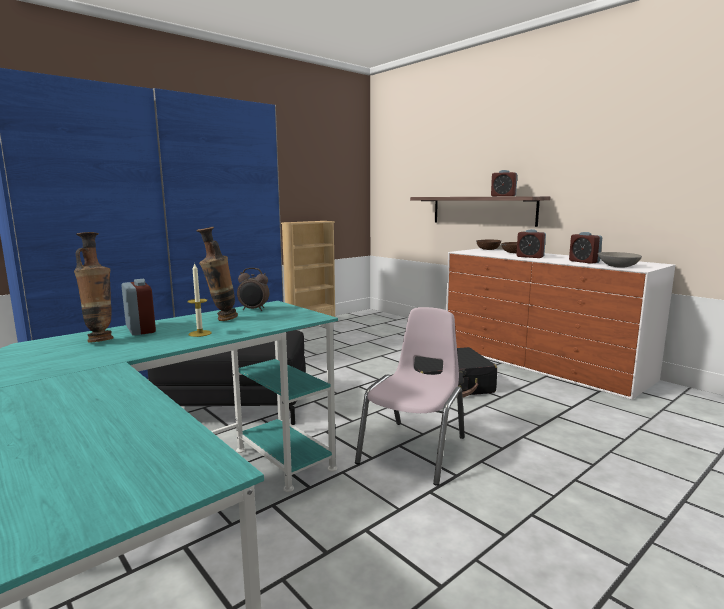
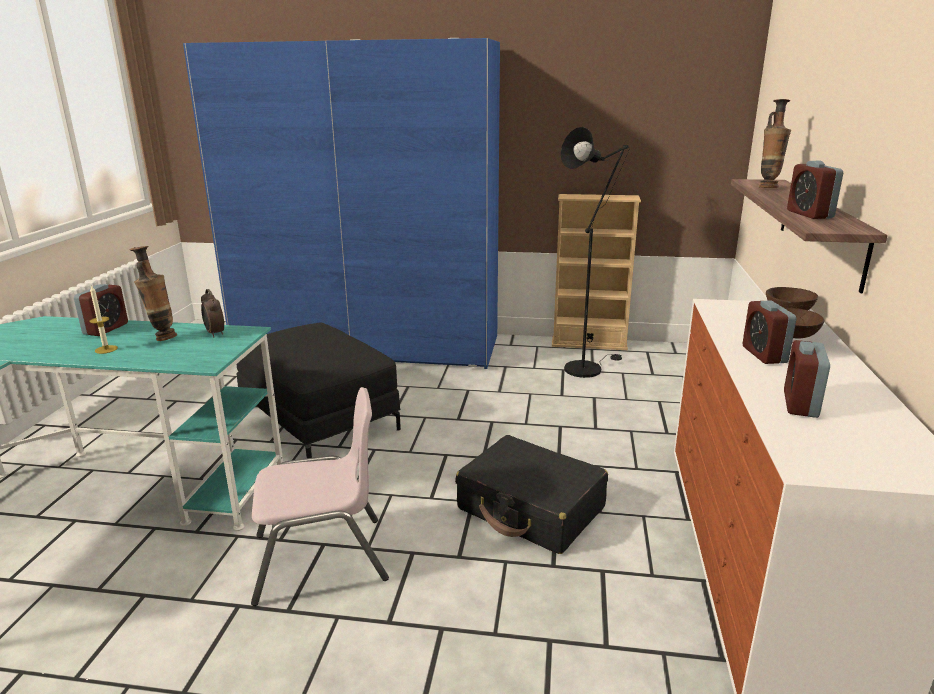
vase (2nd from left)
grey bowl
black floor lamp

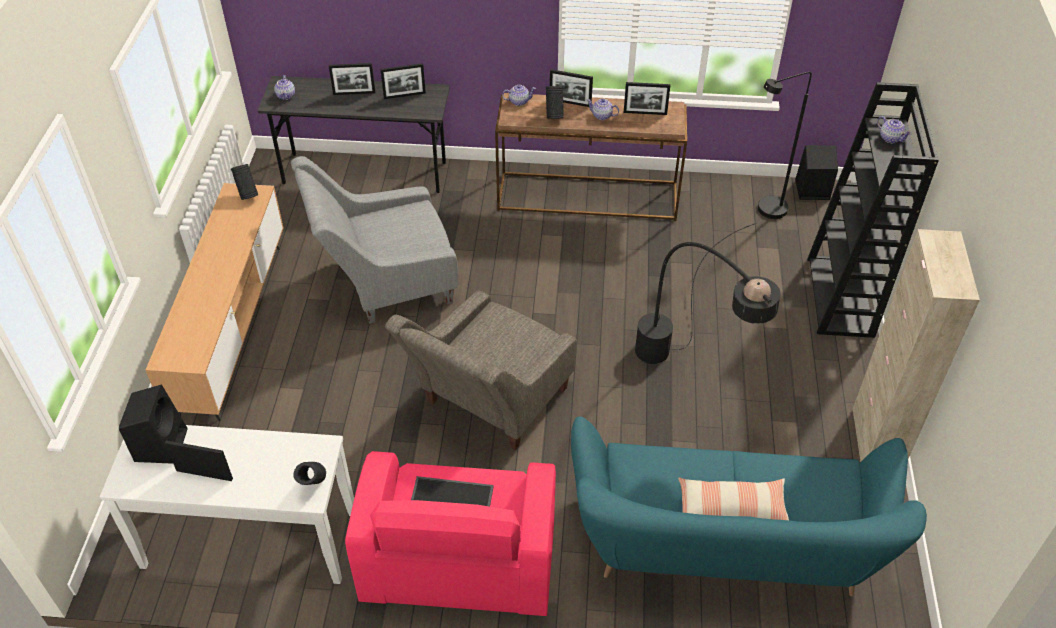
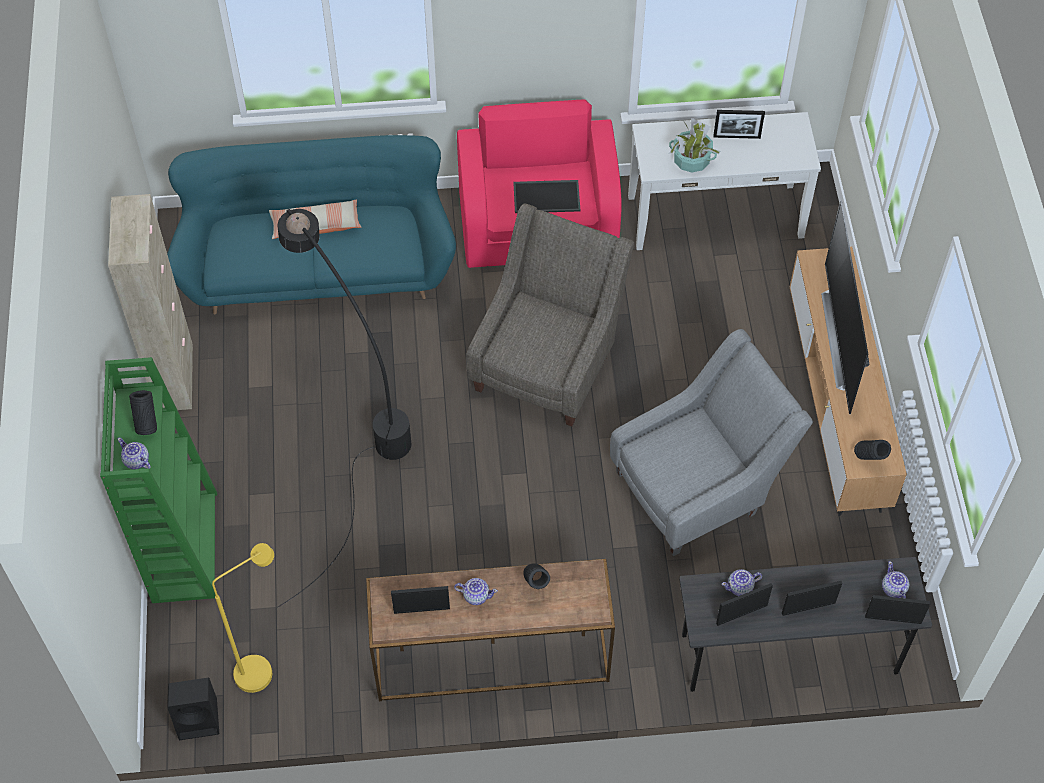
picture frame (5th from left)
yellow floor lamp
green bookcase
teapot (3rd from left)
black speaker (1st from left in the first image)
black vase (1st from left)
potted plant
television

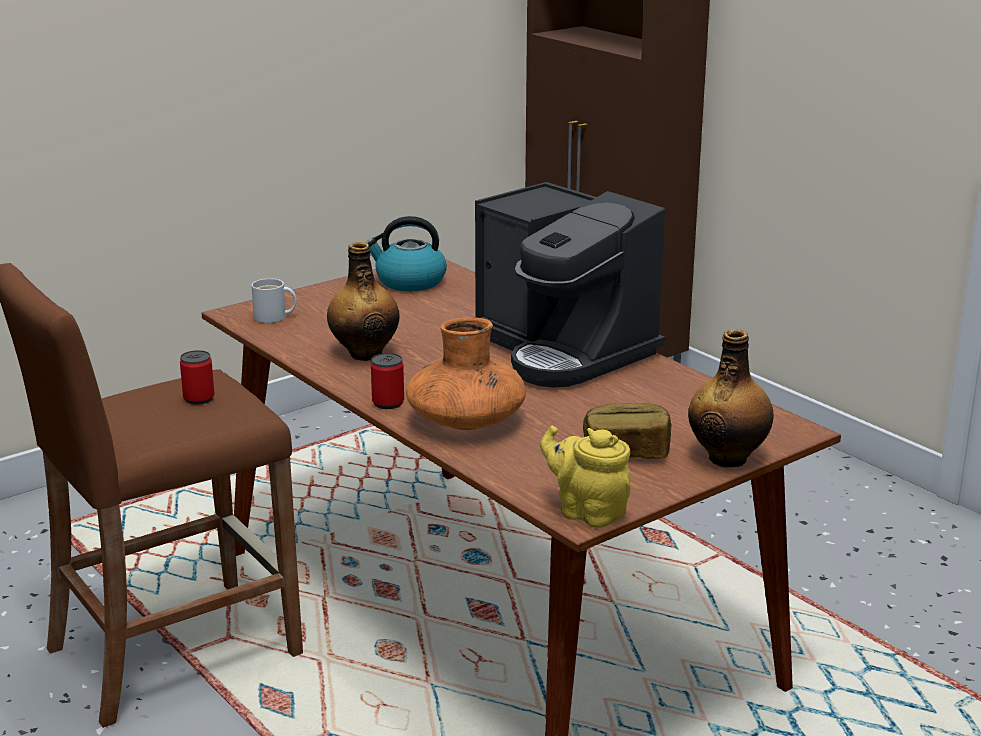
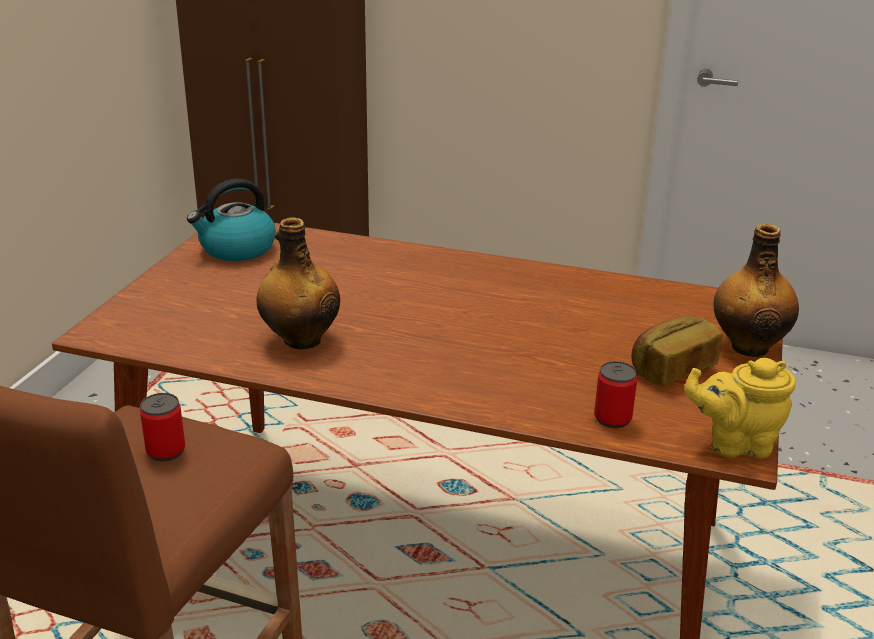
coffee machine
white mug
orange vase
can (2nd from left)

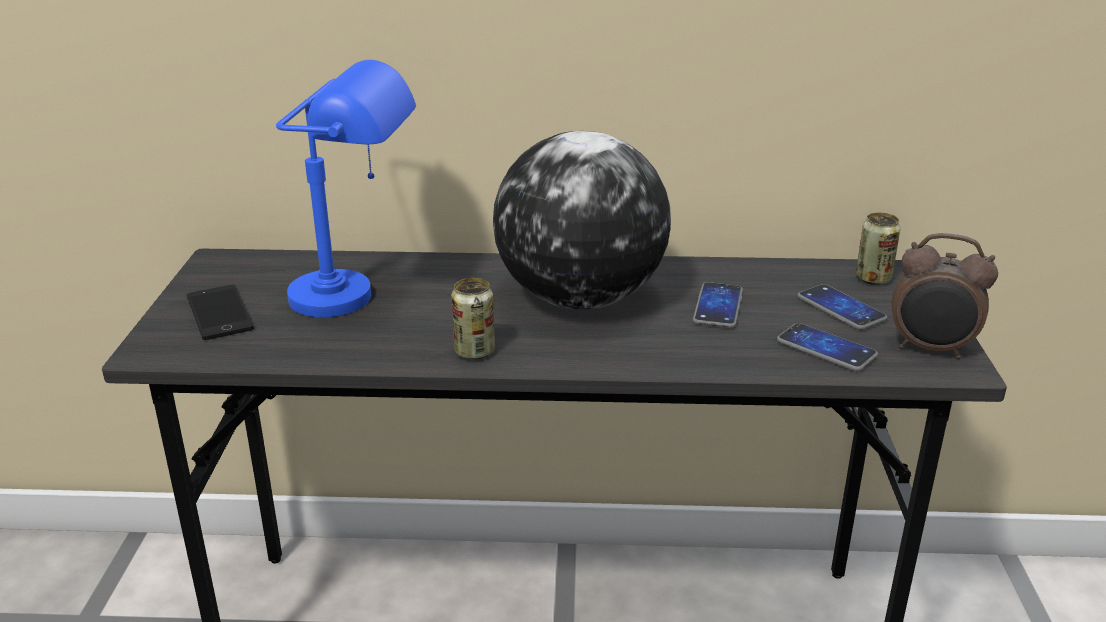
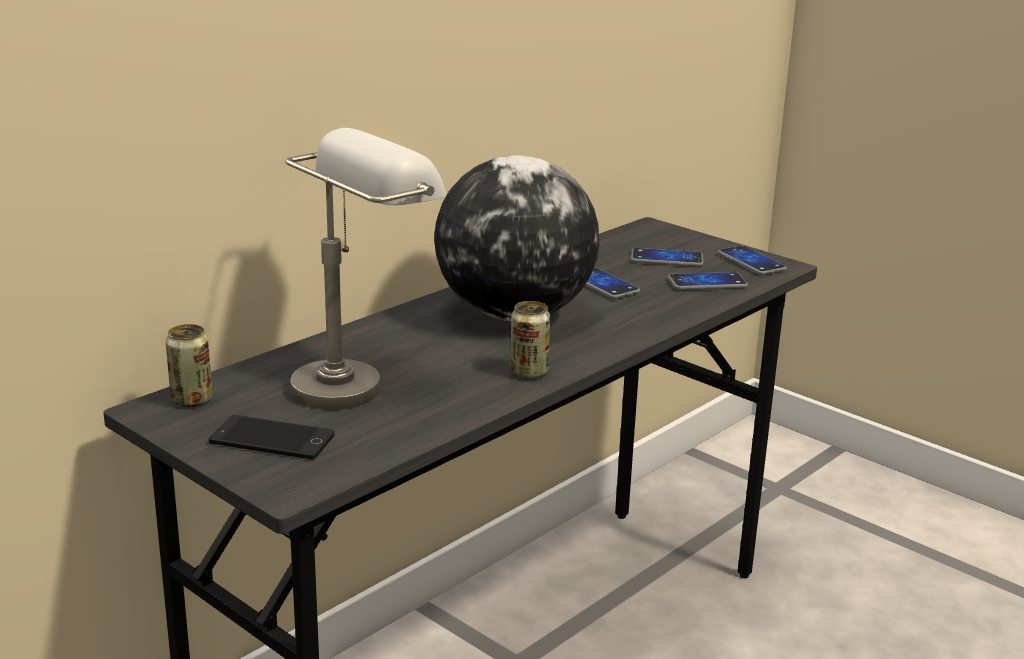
grey table lamp
can (1st from left)
phone (5th from left)

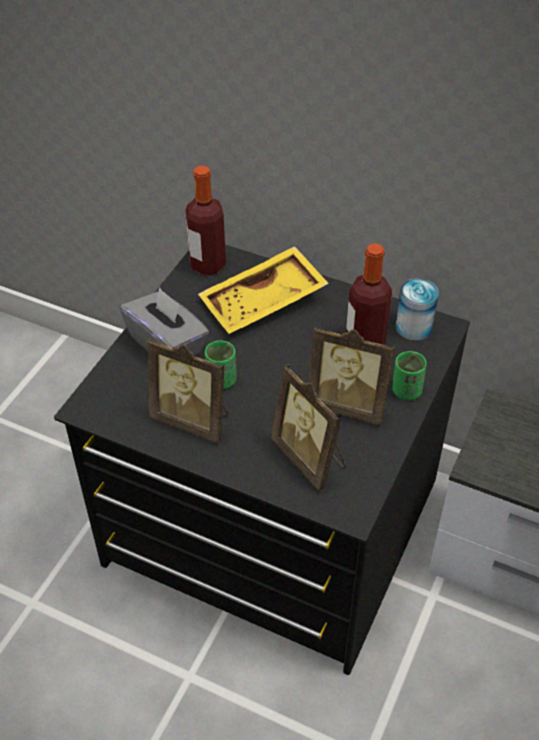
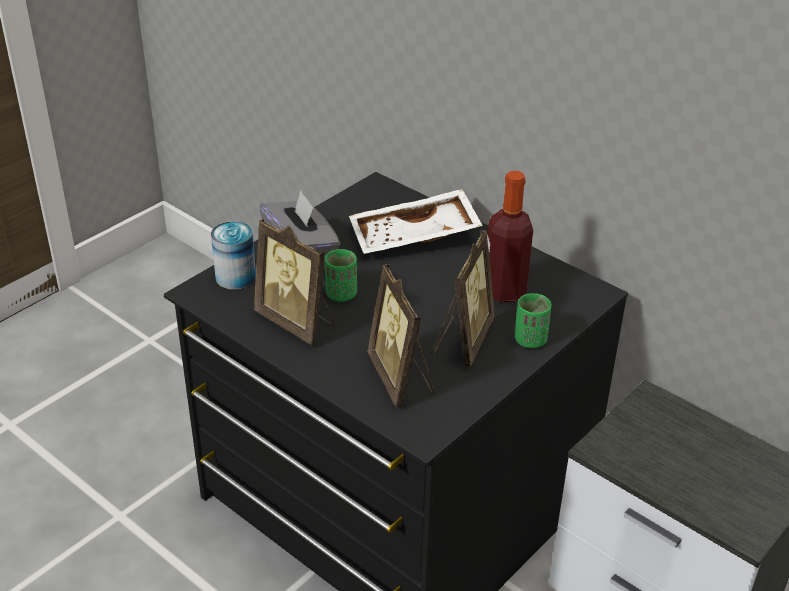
bottle (1st from left in the first image)
white tray
can
picture frame (3rd from left)

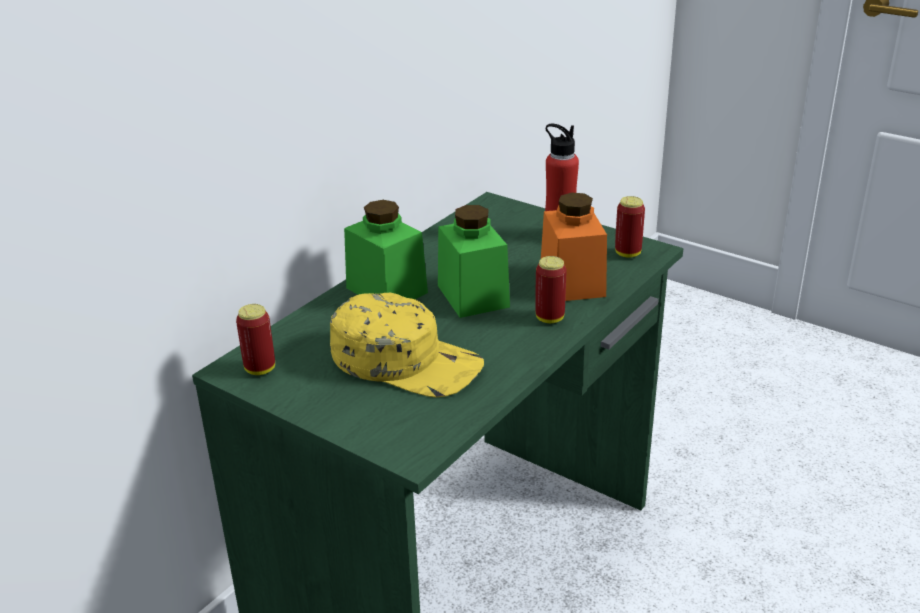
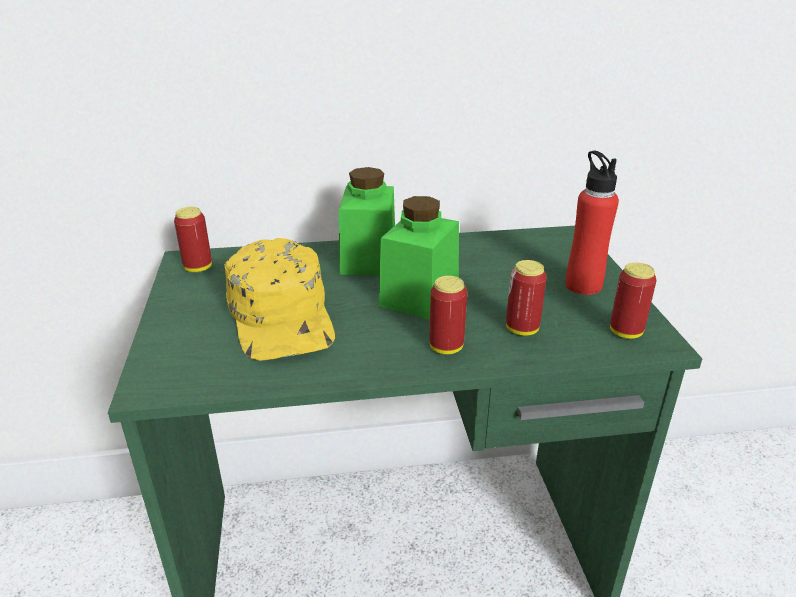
can (3rd from left)

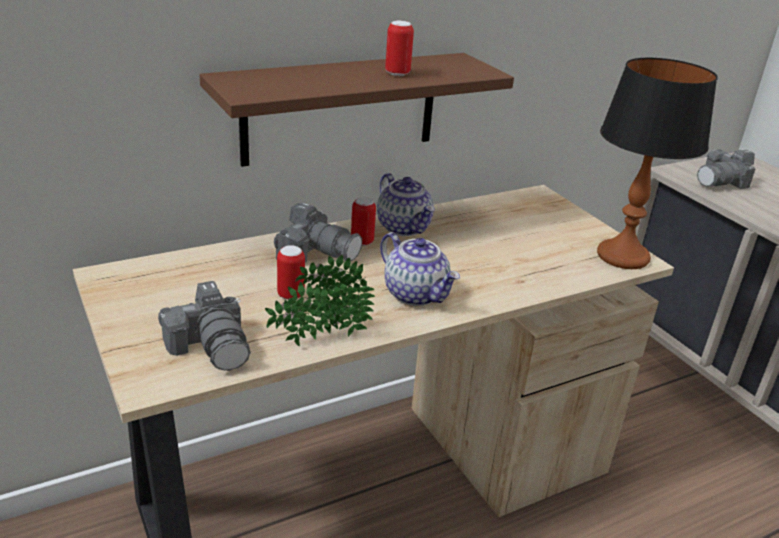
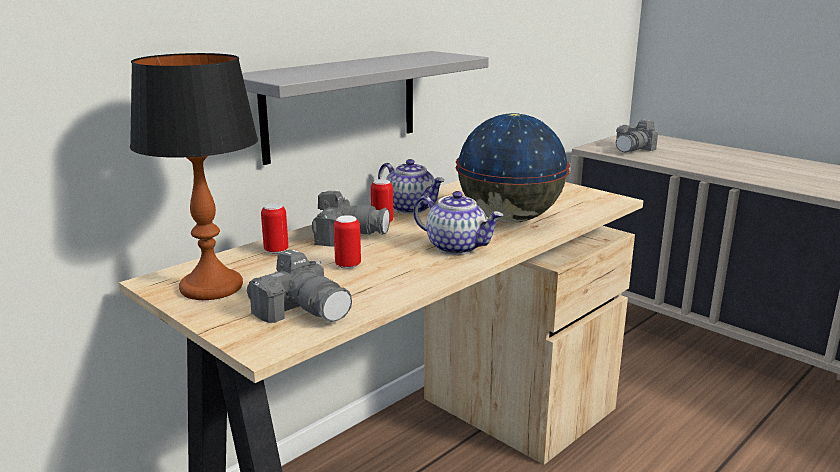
can (1st from left)
grey shelf
table lamp
potted plant
globe

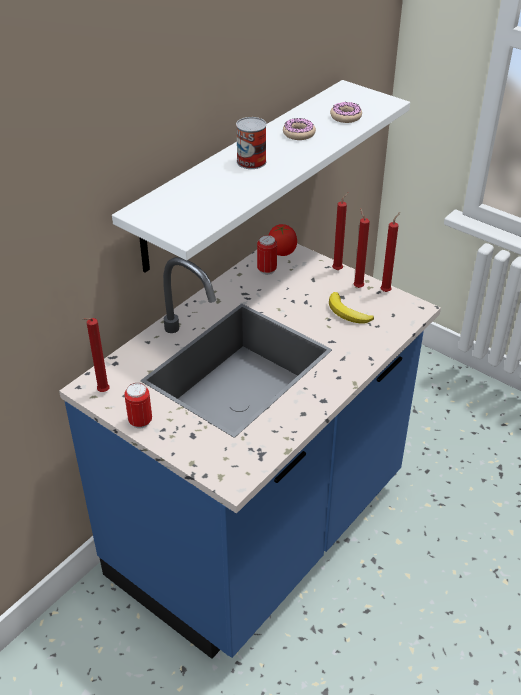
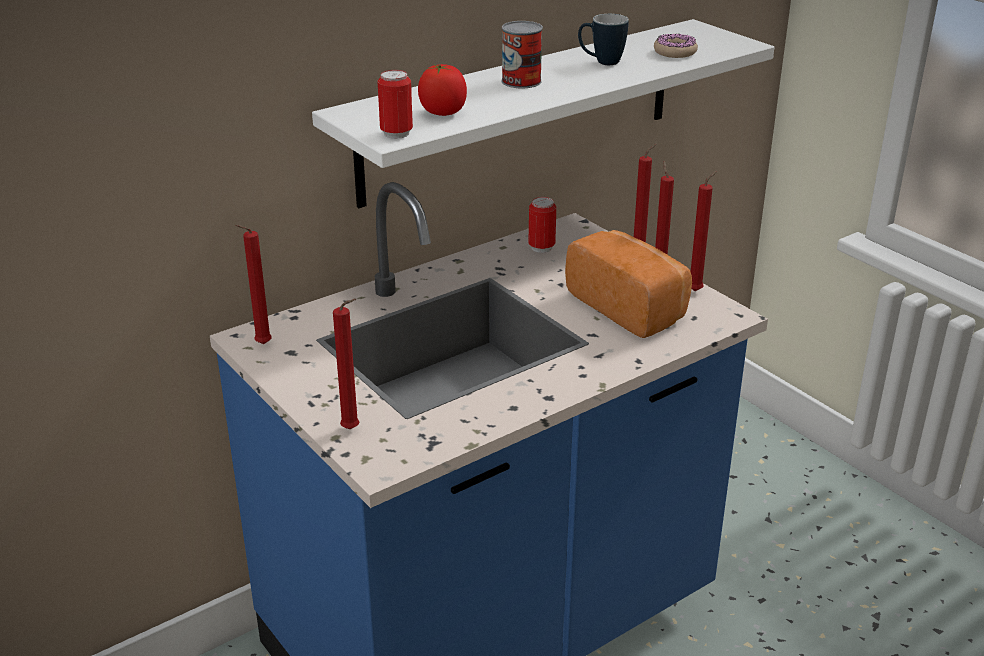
mug
tomato
bread
can (1st from left)
red candle (2nd from left)

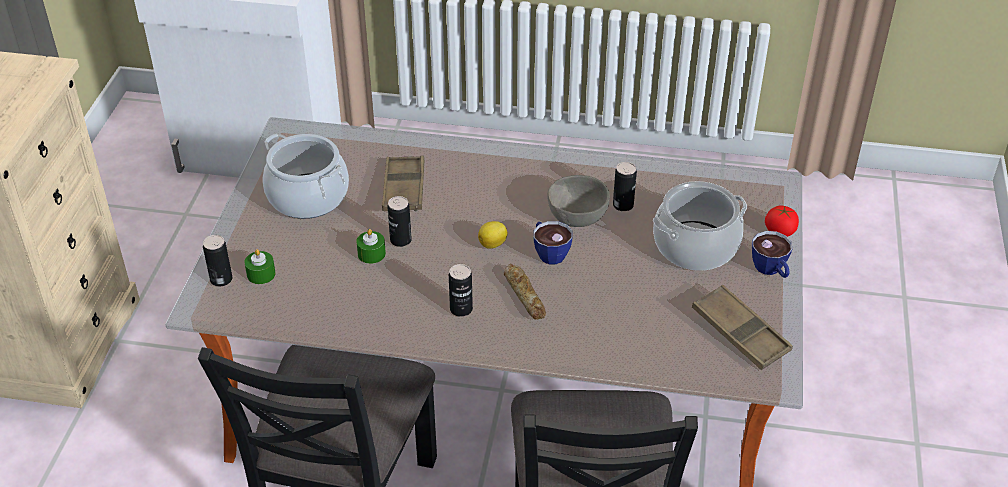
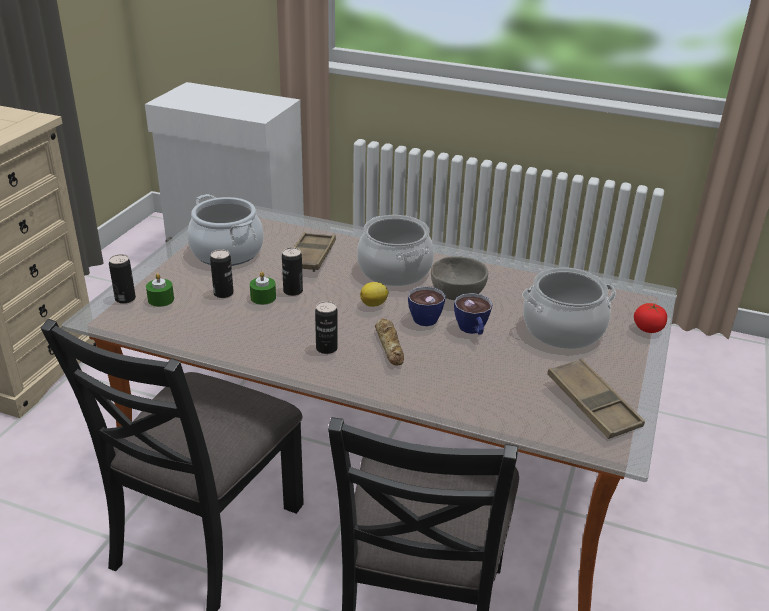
can (2nd from left)
cup (2nd from left)
cooking pot (2nd from left)

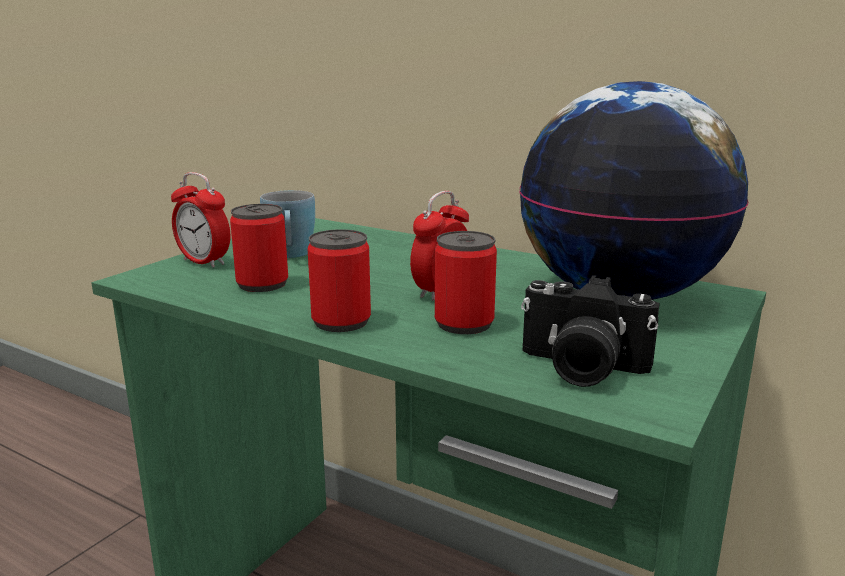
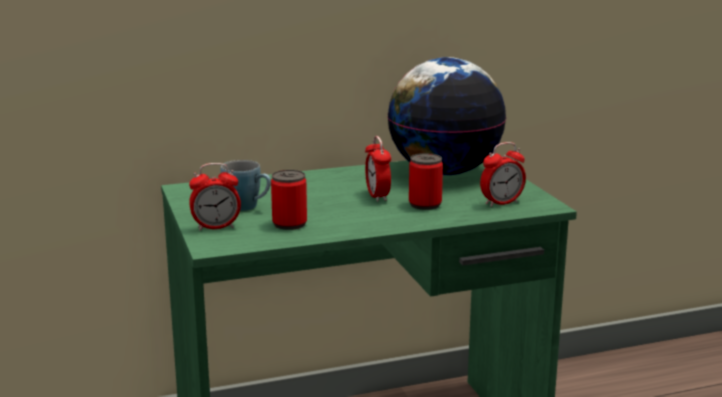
can (2nd from left in the first image)
alarm clock (3rd from left)

